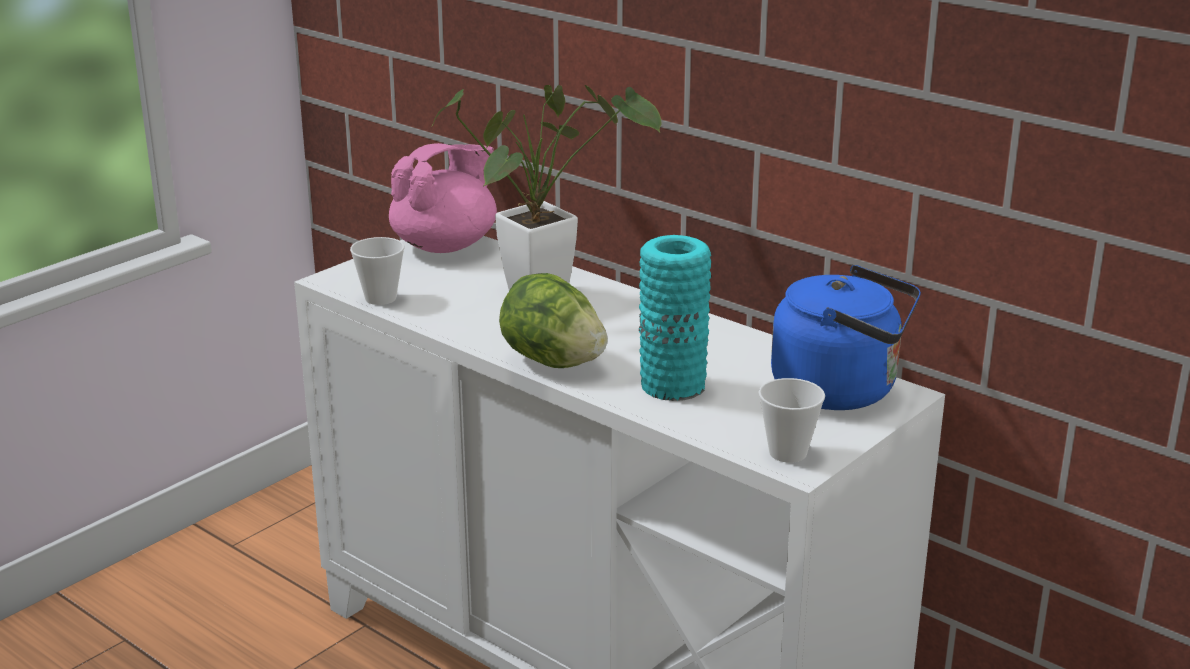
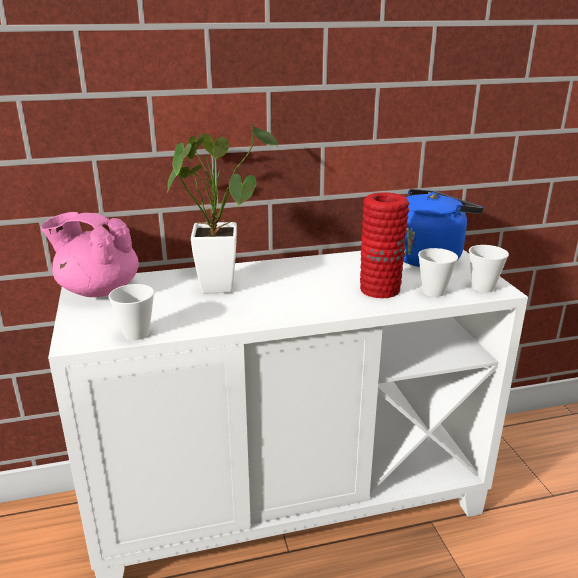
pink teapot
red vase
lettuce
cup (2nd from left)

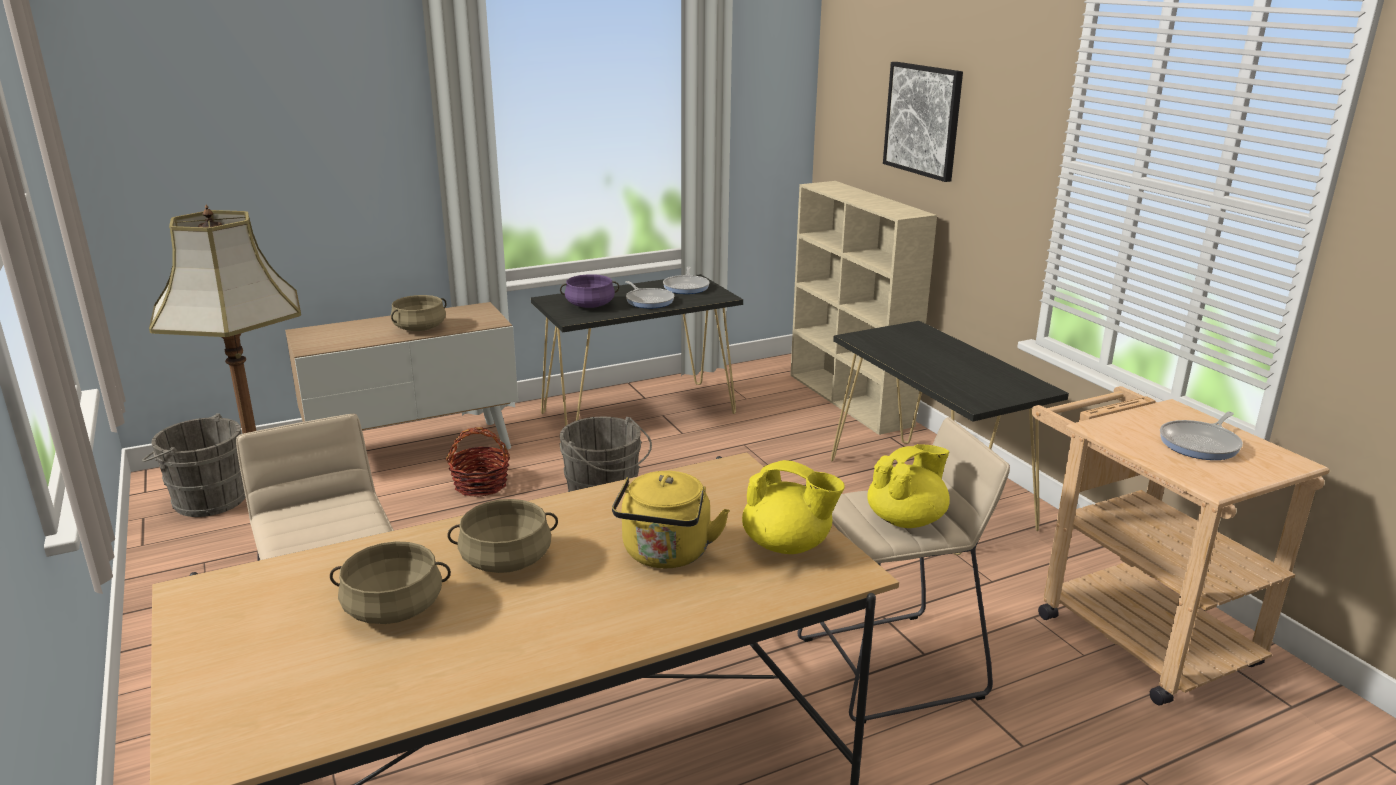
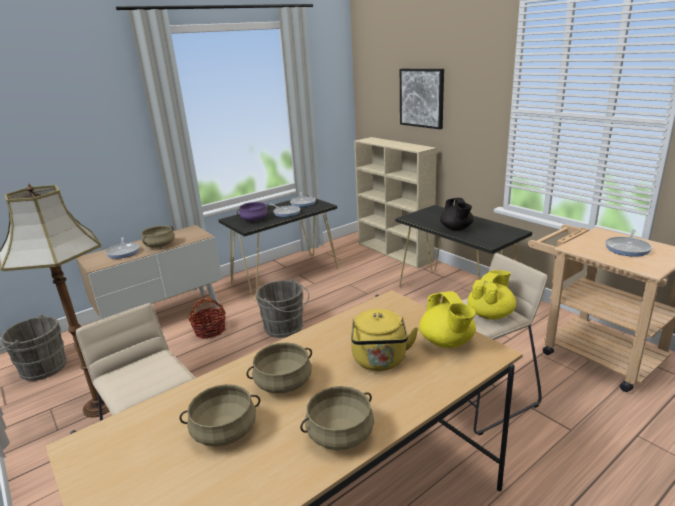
yellow teapot (1st from left)
black teapot
frying pan (1st from left)
beige cooking pot (4th from left)

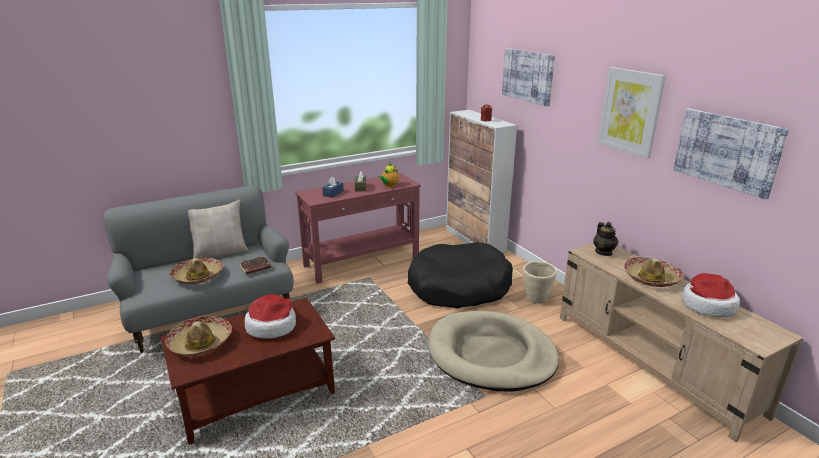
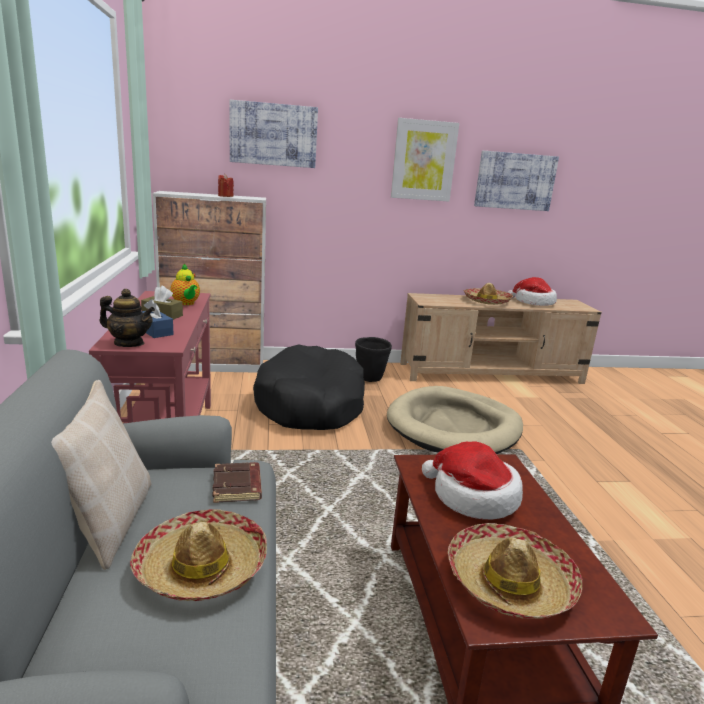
teapot (1st from left)
black planter

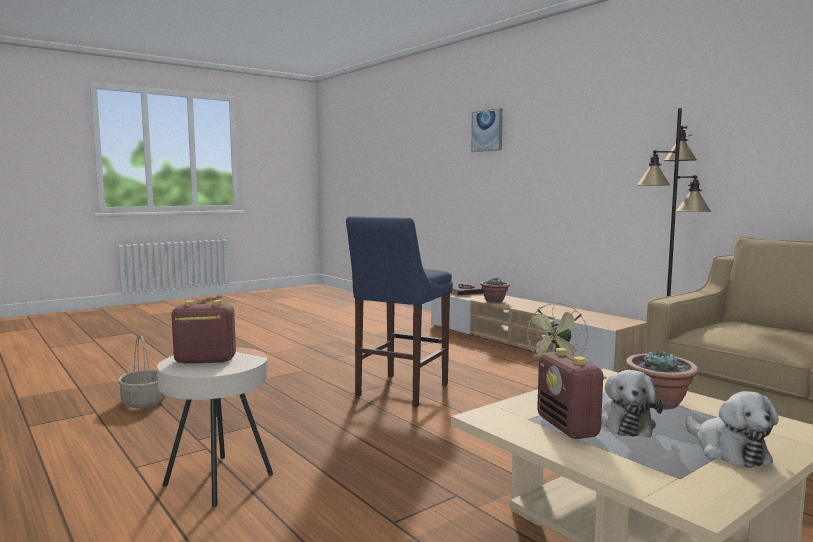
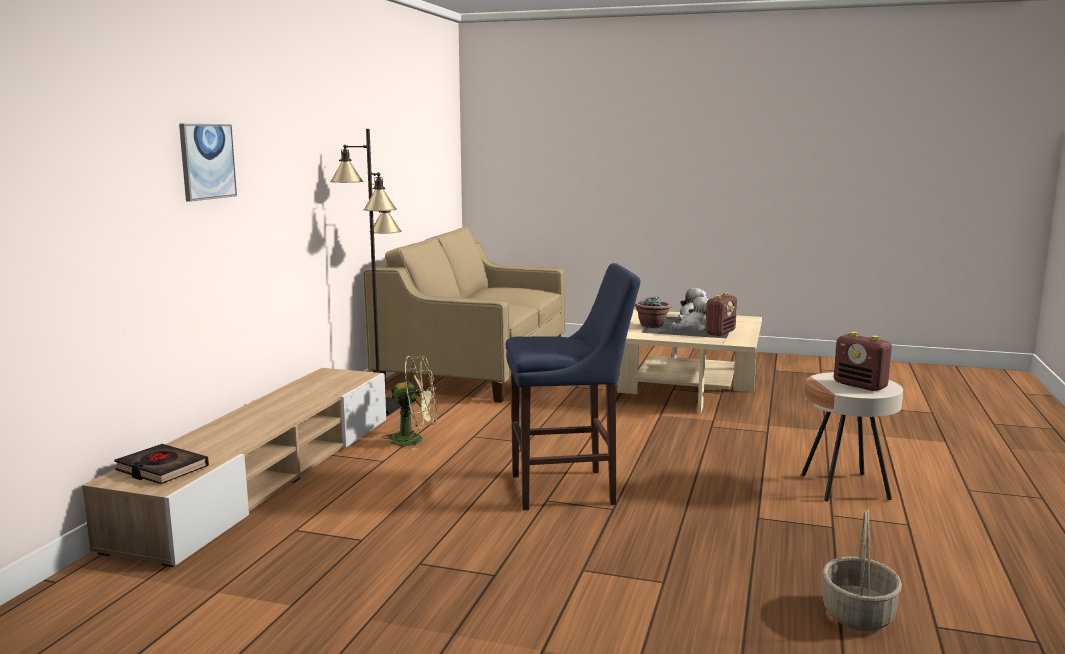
picture
potted plant (1st from left in the first image)

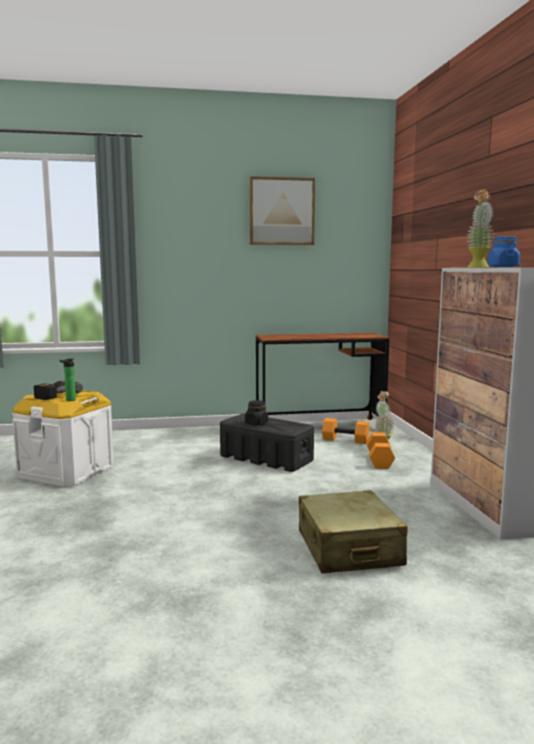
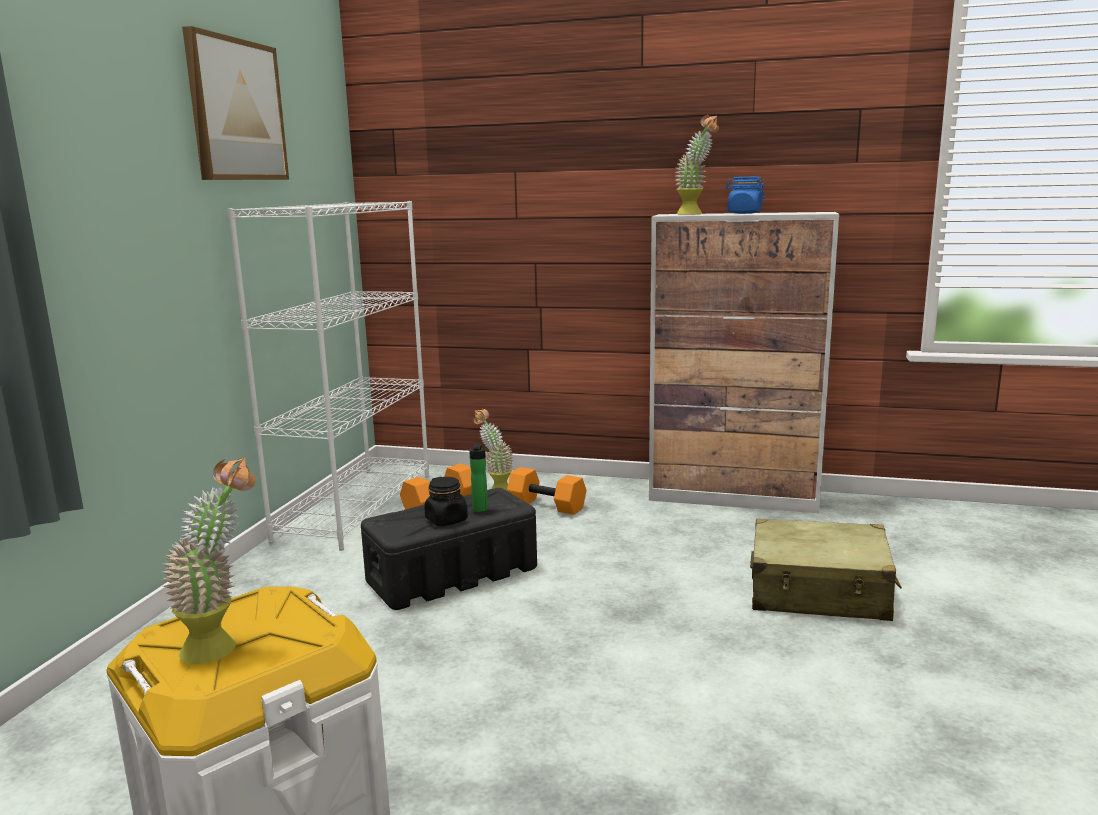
white bookcase
bottle
potted plant (1st from left)

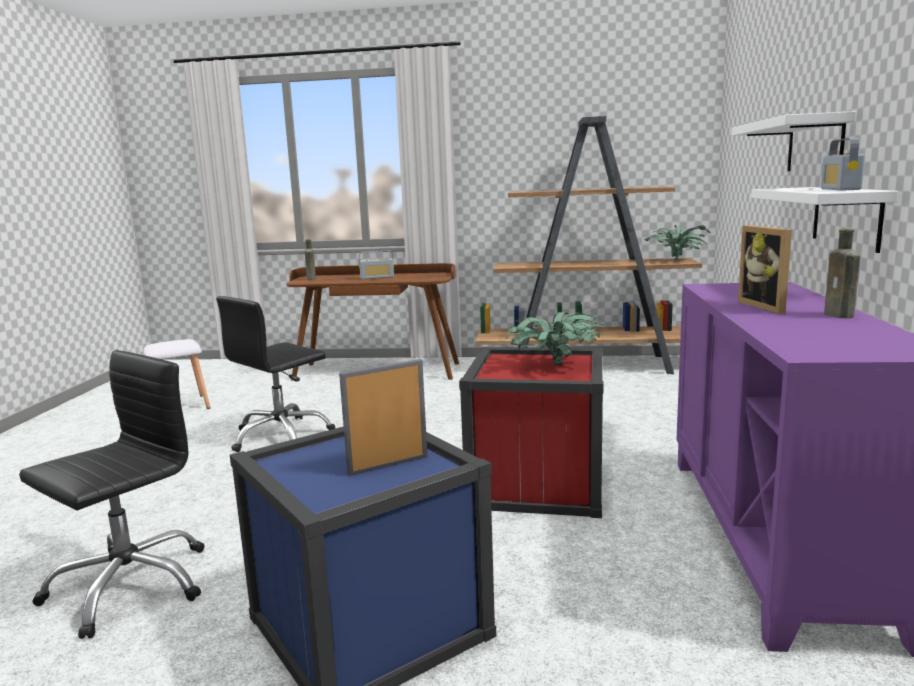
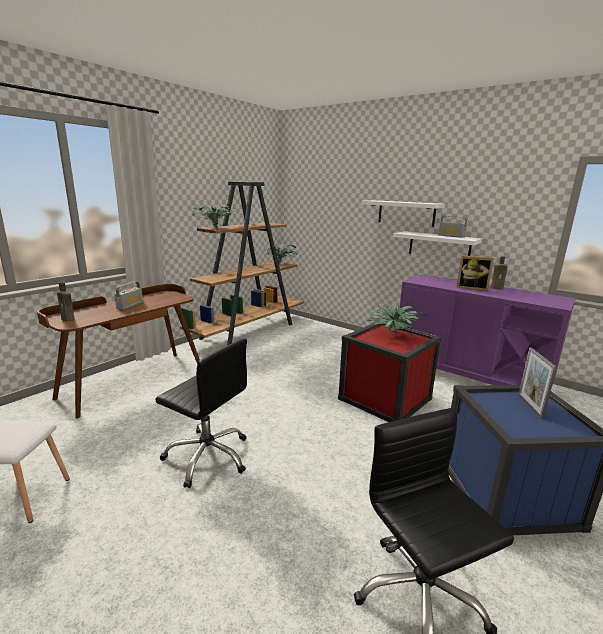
black office chair (1st from left)
potted plant (1st from left)

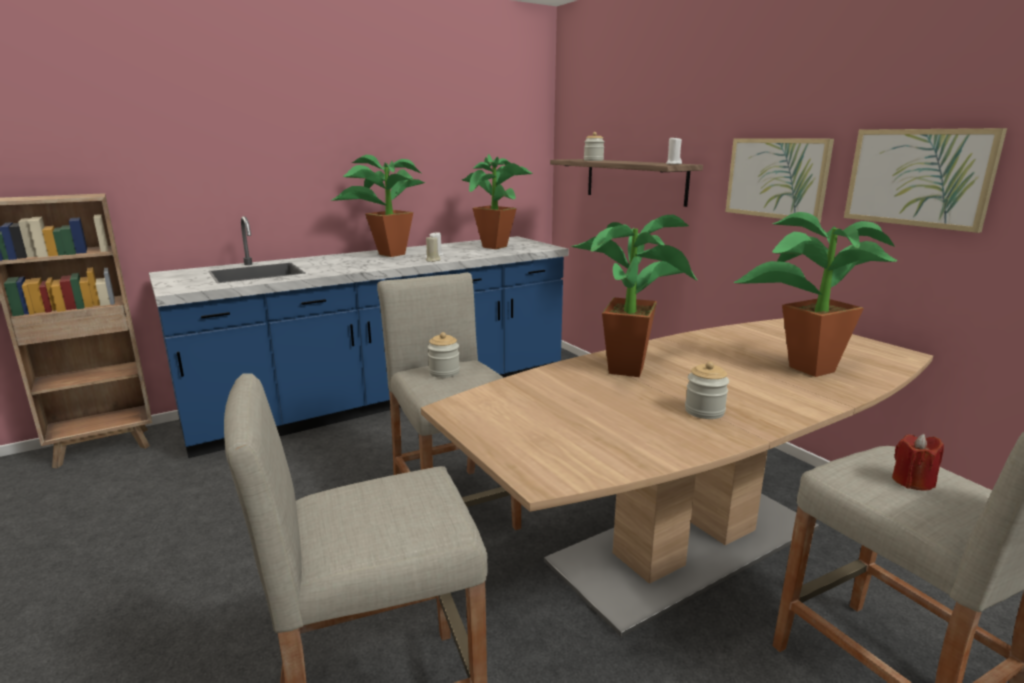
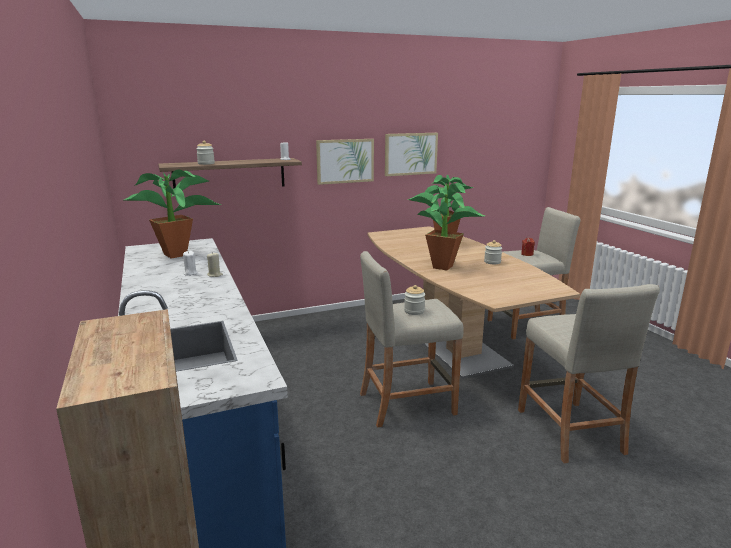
potted plant (1st from left in the first image)

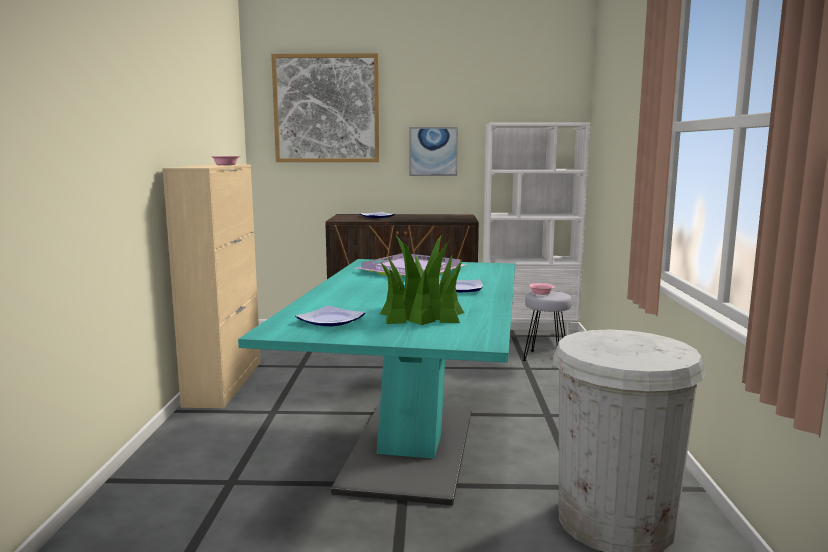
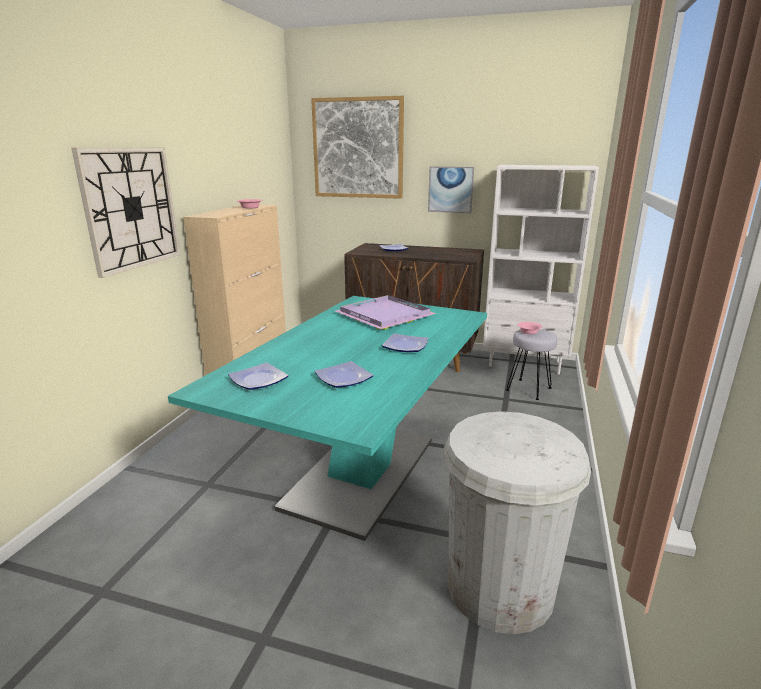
plate (2nd from left)
wall clock

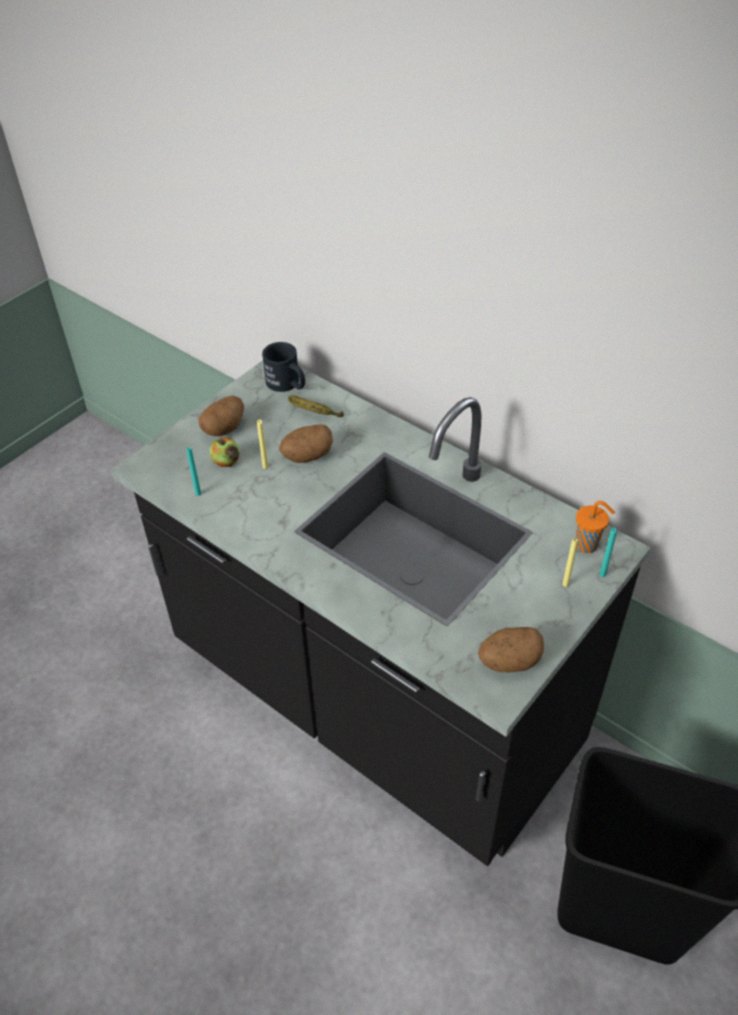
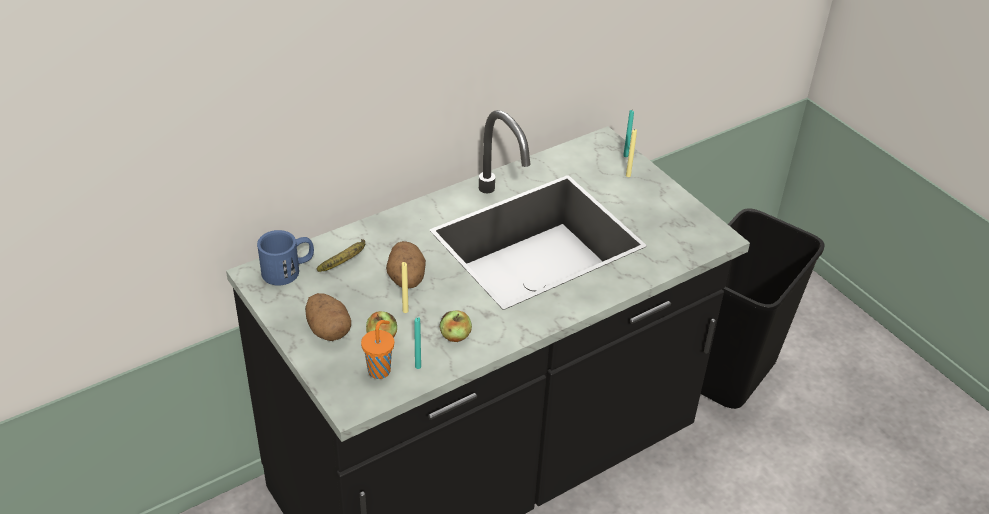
blue mug
orange cup
potato (3rd from left in the first image)
apple (2nd from left)

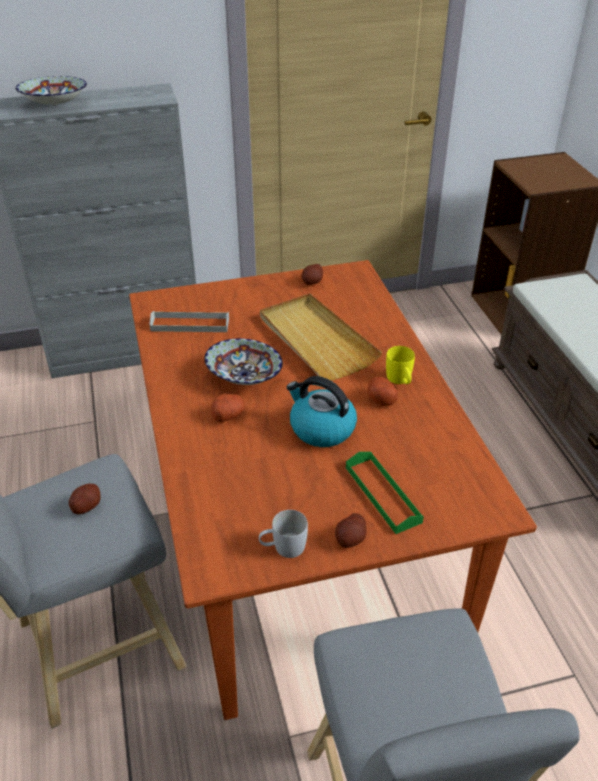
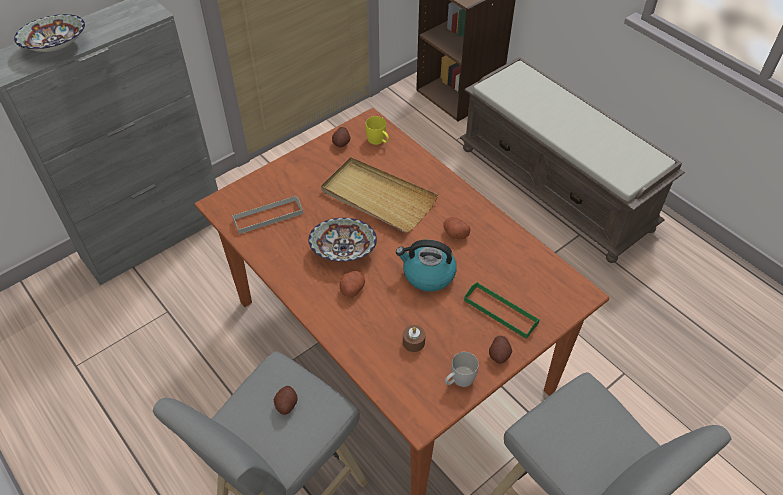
yellow mug
brown candle

